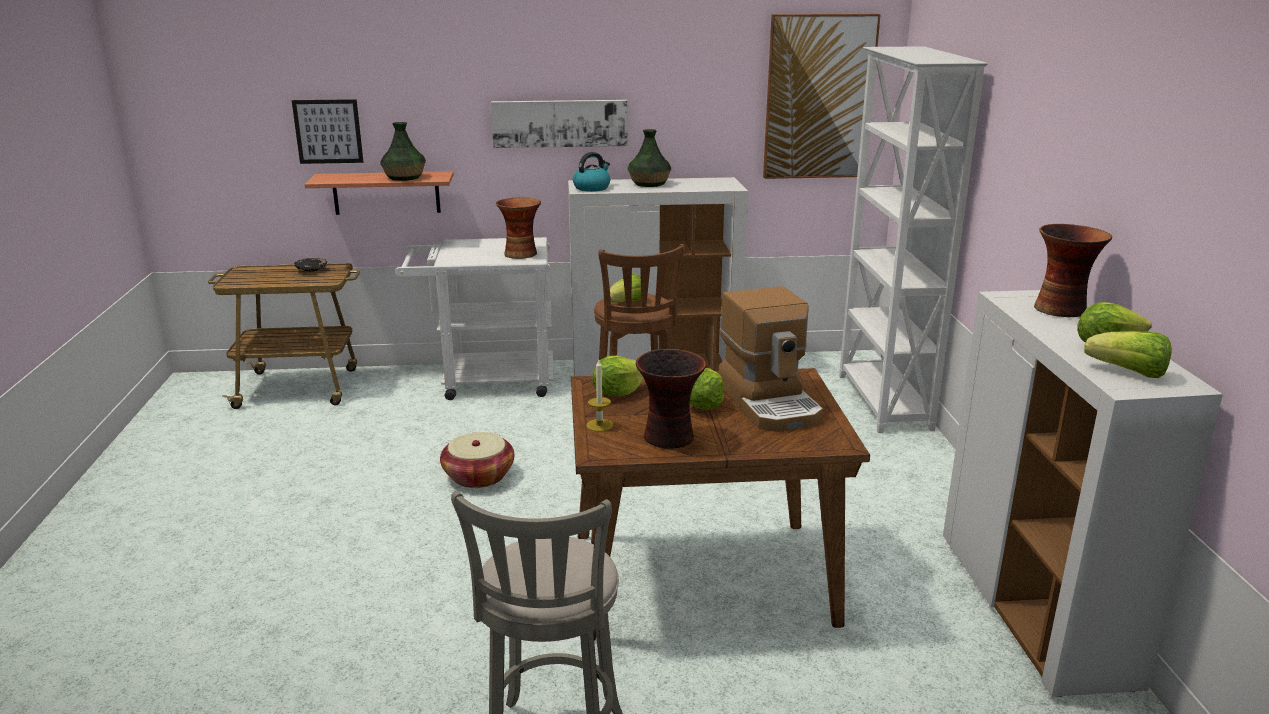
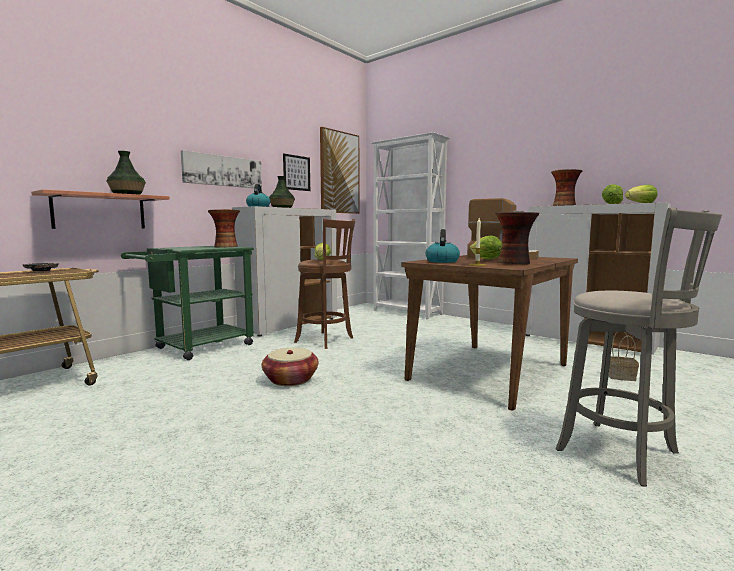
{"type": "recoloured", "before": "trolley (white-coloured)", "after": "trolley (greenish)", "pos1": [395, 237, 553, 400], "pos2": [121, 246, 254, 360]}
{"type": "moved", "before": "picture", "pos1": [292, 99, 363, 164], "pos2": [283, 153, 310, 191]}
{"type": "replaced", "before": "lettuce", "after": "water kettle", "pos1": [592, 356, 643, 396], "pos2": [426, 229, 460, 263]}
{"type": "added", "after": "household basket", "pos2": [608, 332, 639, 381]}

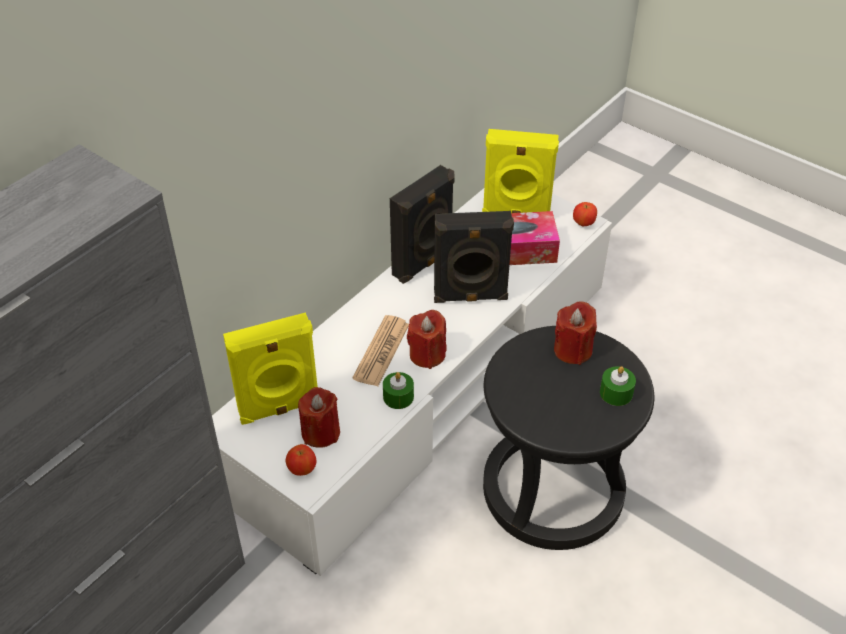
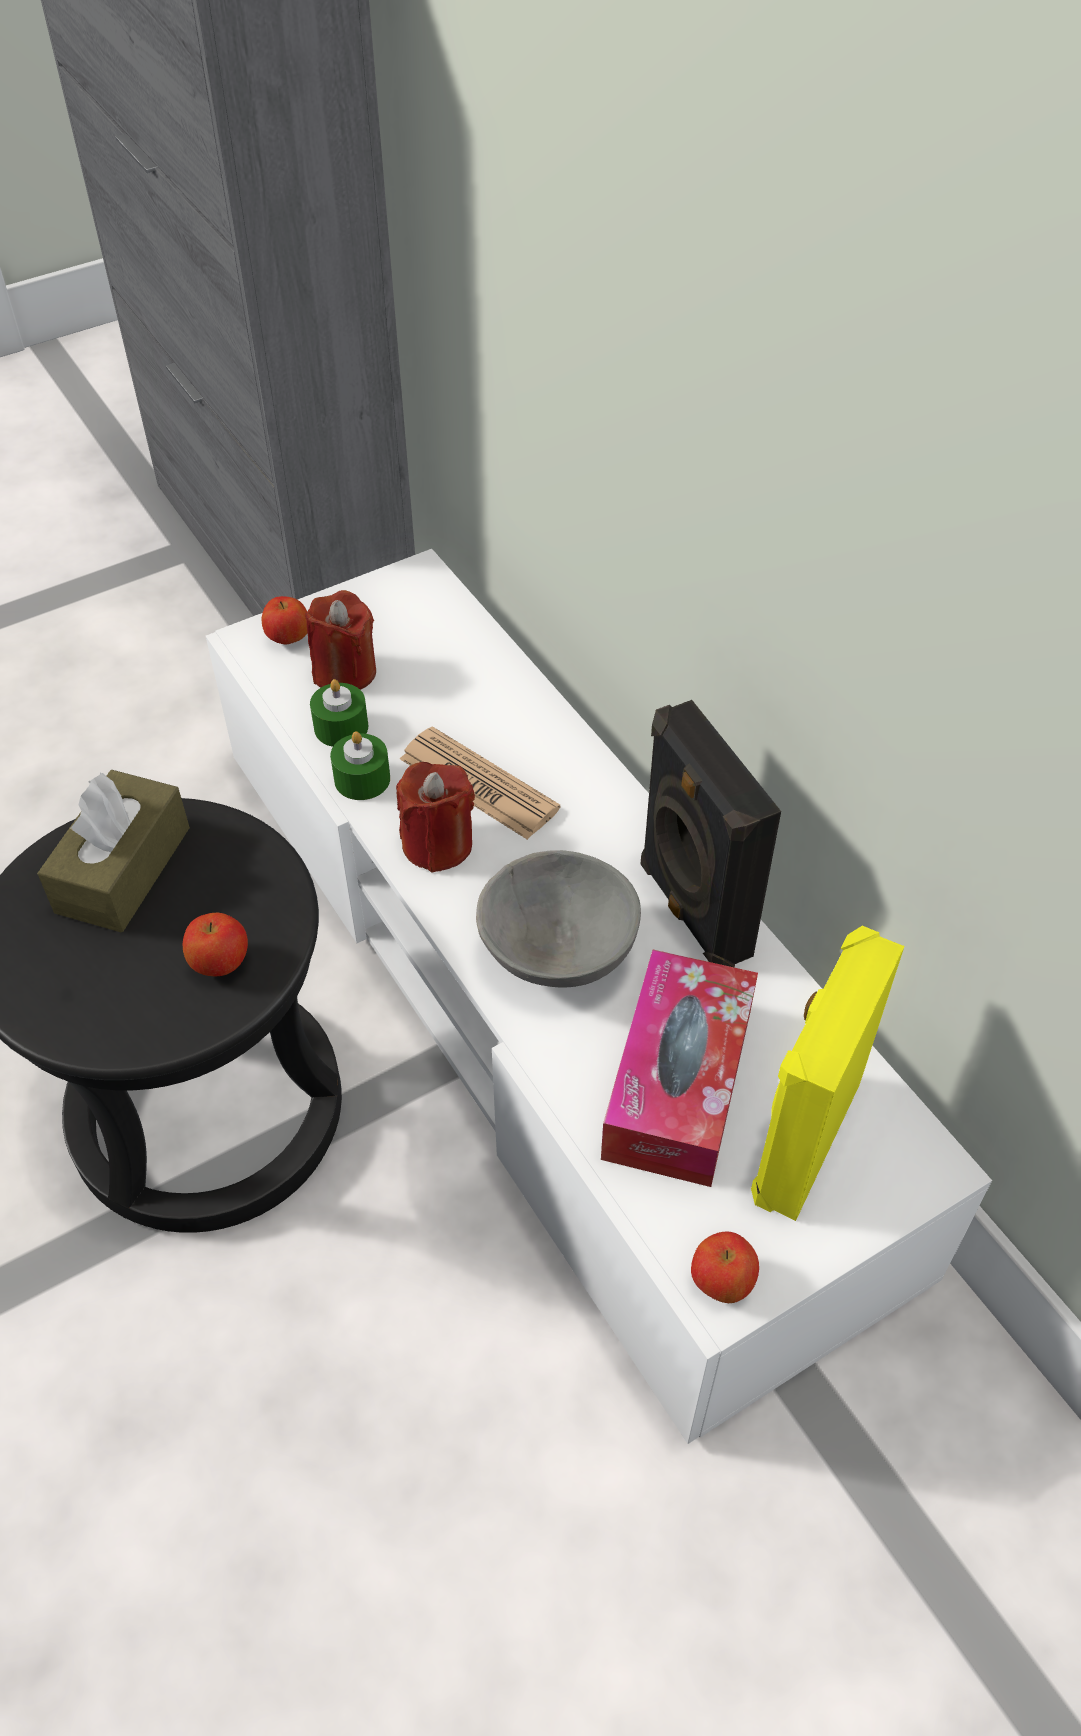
{"type": "added", "after": "tissue holder (brown)", "pos2": [37, 770, 190, 932]}
{"type": "replaced", "before": "wax light (reddish)", "after": "apple", "pos1": [554, 301, 597, 365], "pos2": [183, 913, 248, 976]}
{"type": "moved", "before": "wax light (greenish)", "pos1": [600, 366, 636, 406], "pos2": [310, 679, 368, 747]}
{"type": "replaced", "before": "speaker (black)", "after": "serving bowl (gray)", "pos1": [434, 211, 514, 303], "pos2": [476, 850, 641, 988]}
{"type": "removed", "before": "speaker (yellow-coloured)", "pos1": [223, 312, 318, 425]}

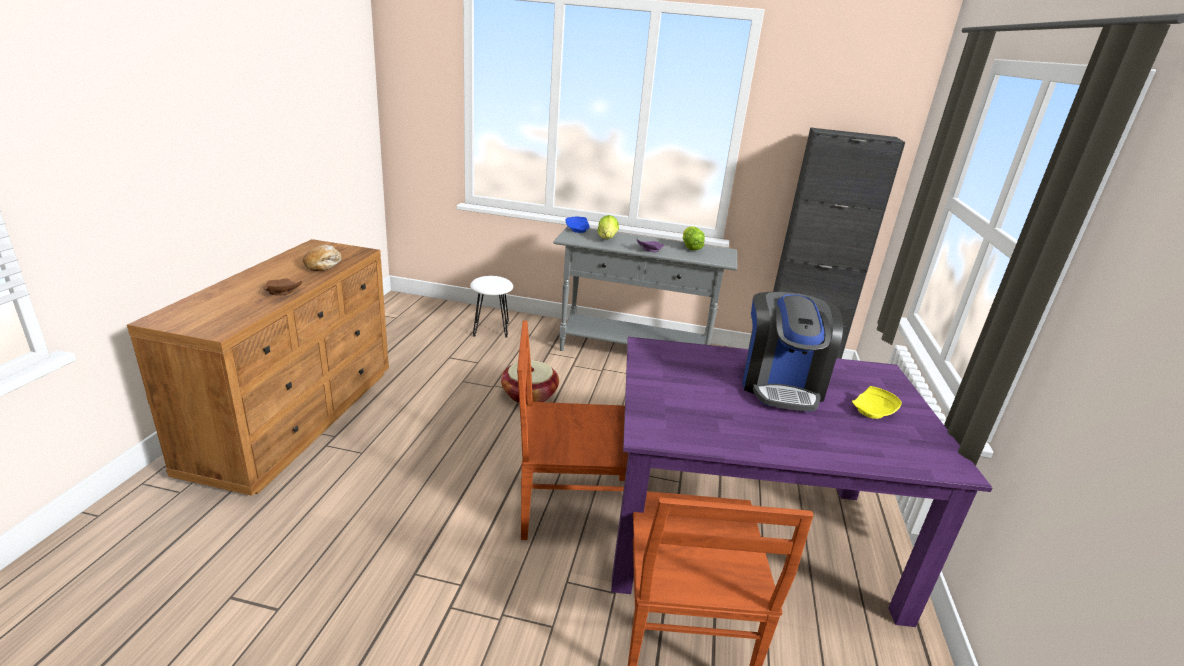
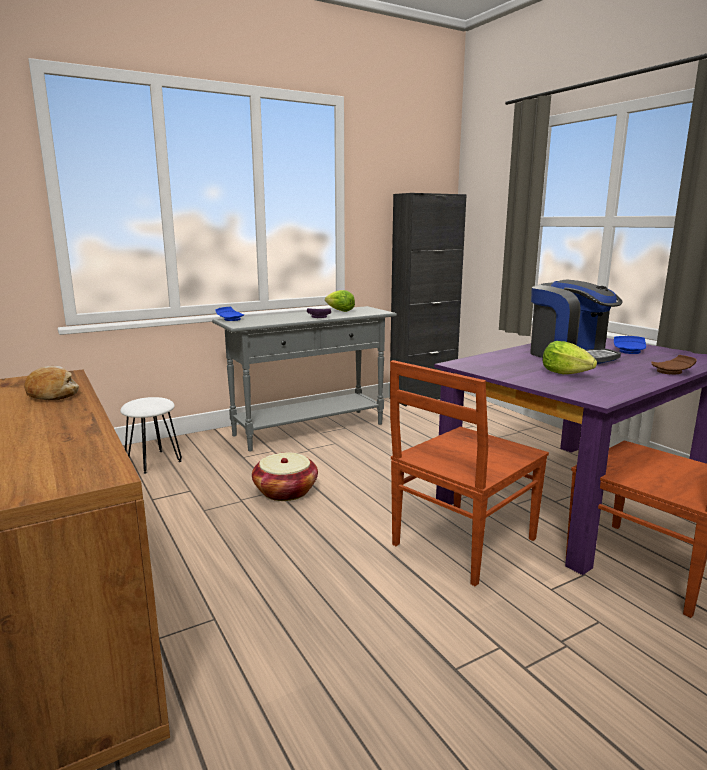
{"type": "moved", "before": "lettuce", "pos1": [597, 215, 619, 239], "pos2": [542, 341, 597, 374]}
{"type": "recoloured", "before": "dinner plate (yellow-coloured)", "after": "dinner plate (blue-coloured)", "pos1": [852, 386, 902, 419], "pos2": [614, 336, 646, 354]}
{"type": "moved", "before": "dinner plate (brown)", "pos1": [263, 278, 302, 296], "pos2": [651, 355, 697, 374]}

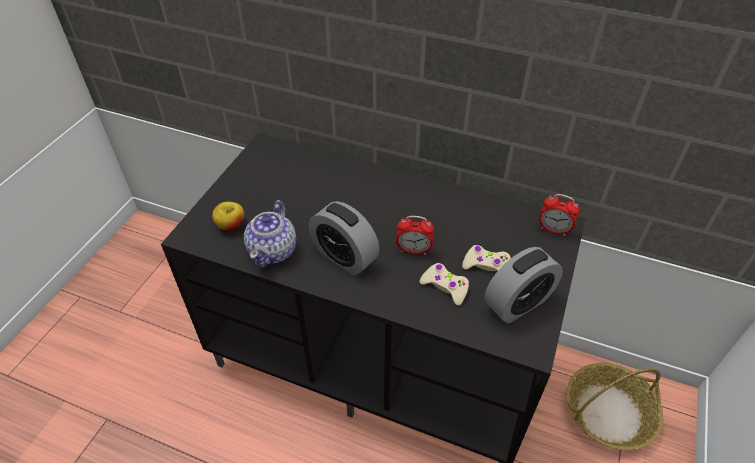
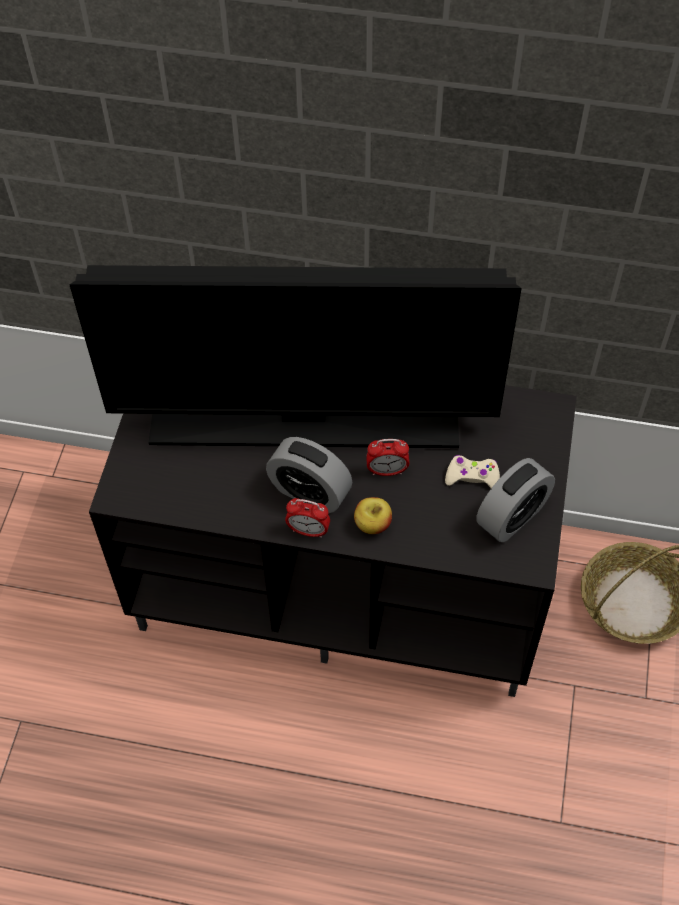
{"type": "added", "after": "television", "pos2": [69, 265, 522, 448]}
{"type": "moved", "before": "alarm clock", "pos1": [539, 194, 580, 236], "pos2": [285, 498, 330, 538]}
{"type": "moved", "before": "apple", "pos1": [212, 202, 244, 231], "pos2": [354, 497, 392, 534]}
{"type": "removed", "before": "teapot", "pos1": [244, 200, 296, 267]}
{"type": "removed", "before": "joypad (beige-coloured)", "pos1": [419, 263, 470, 306]}

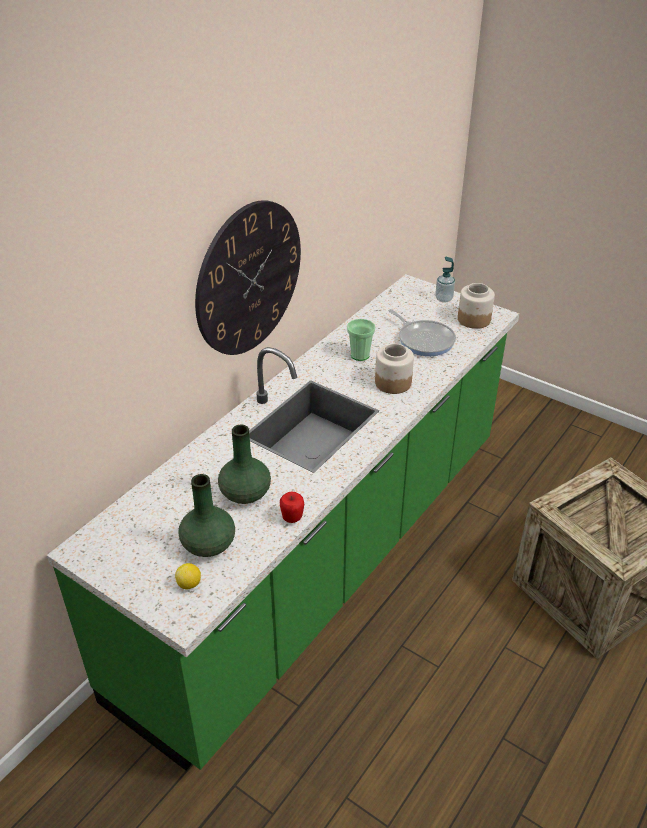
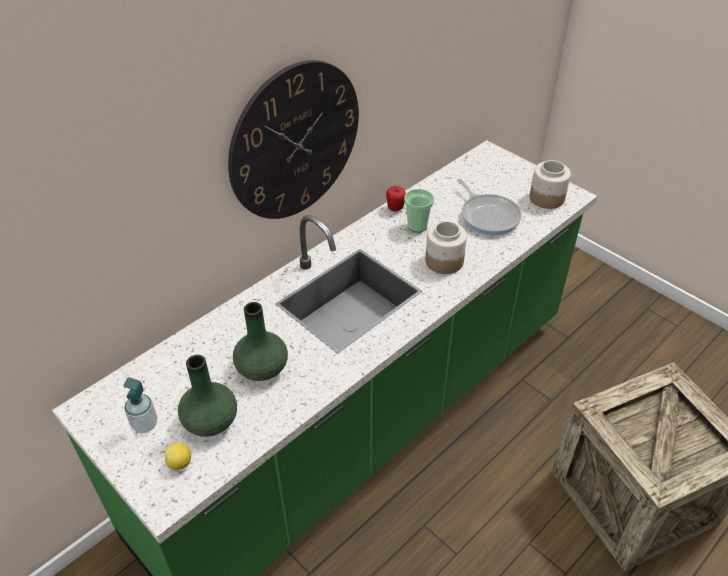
{"type": "moved", "before": "liquid soap bottle", "pos1": [435, 257, 455, 303], "pos2": [124, 377, 157, 433]}
{"type": "moved", "before": "apple", "pos1": [280, 491, 304, 523], "pos2": [386, 186, 406, 211]}

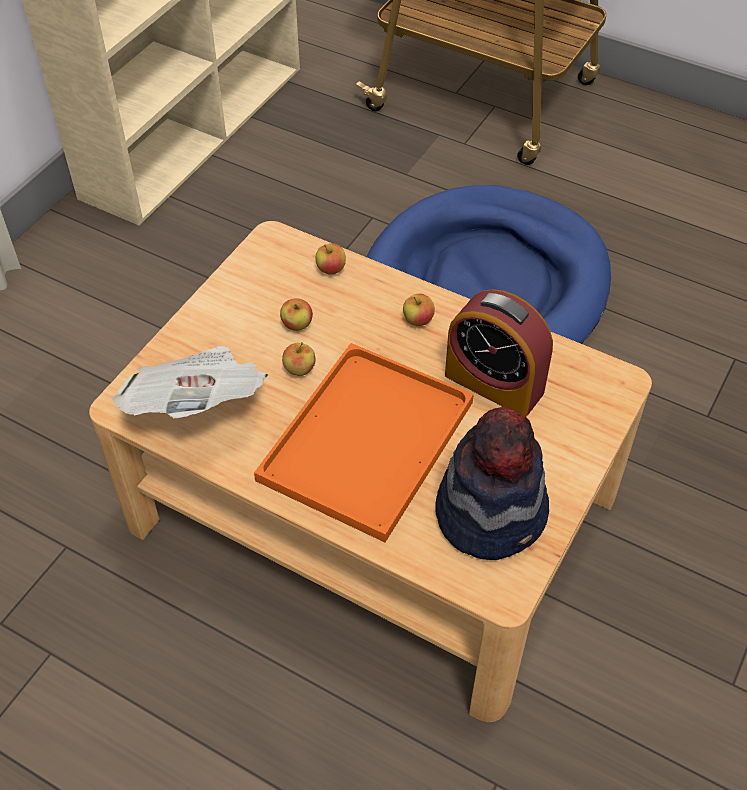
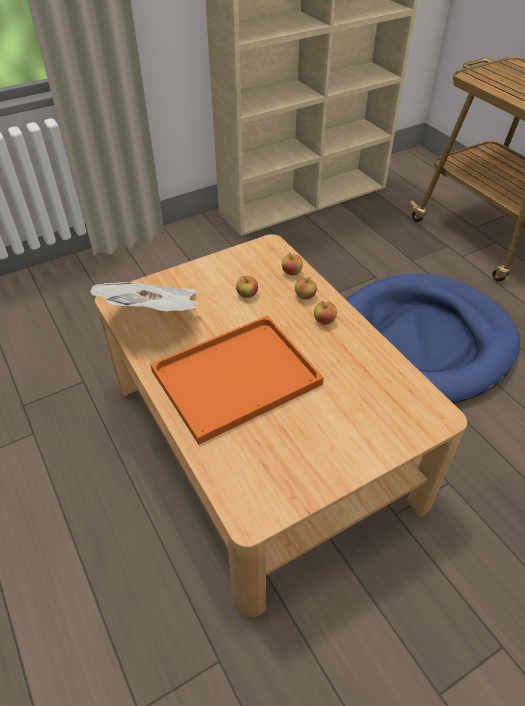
{"type": "moved", "before": "apple", "pos1": [282, 342, 316, 376], "pos2": [295, 277, 317, 300]}
{"type": "removed", "before": "clothing hat", "pos1": [435, 407, 549, 560]}
{"type": "removed", "before": "alarm clock", "pos1": [445, 289, 553, 417]}

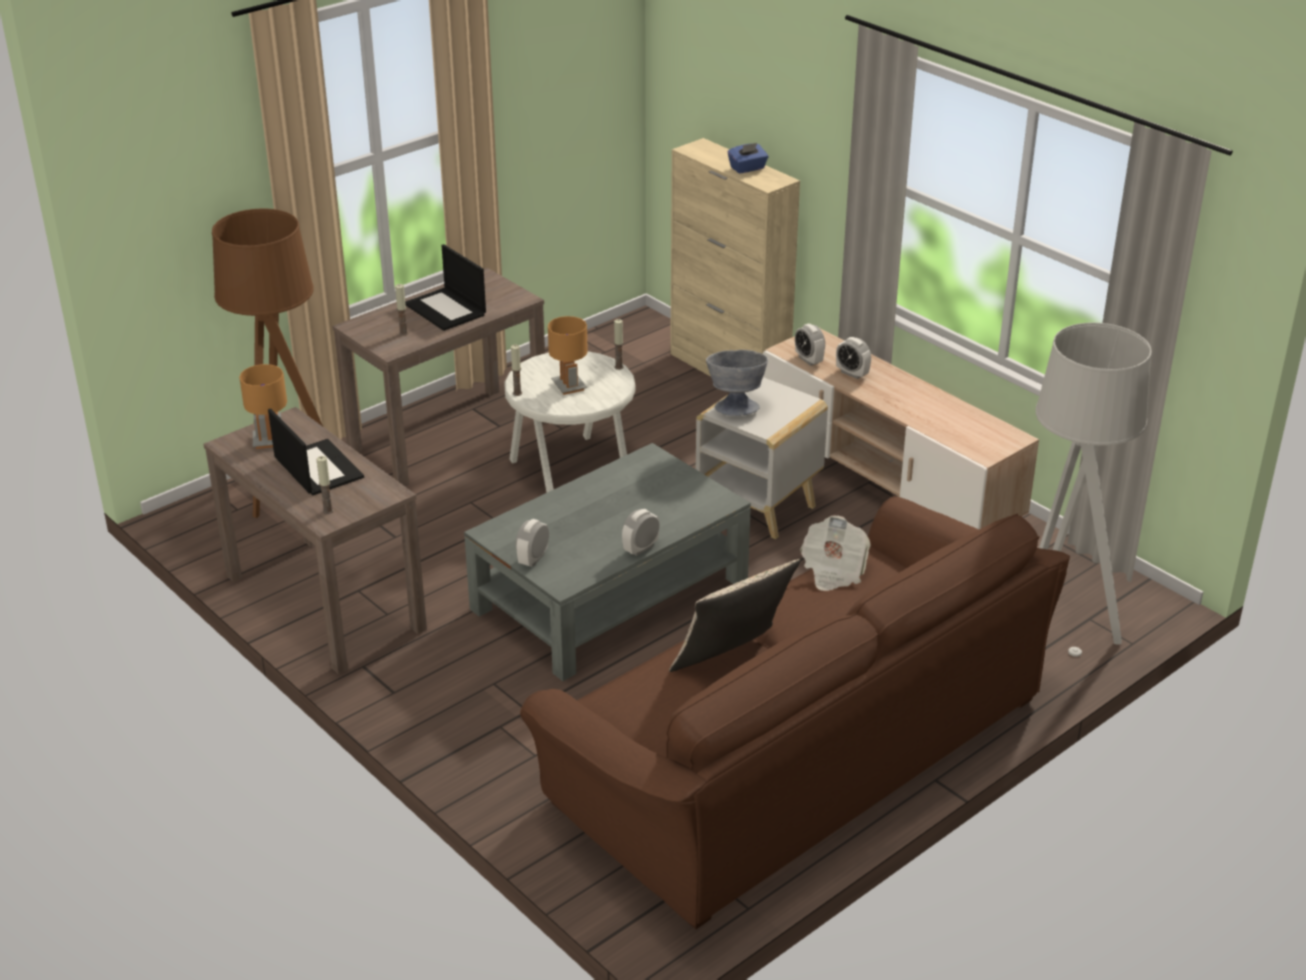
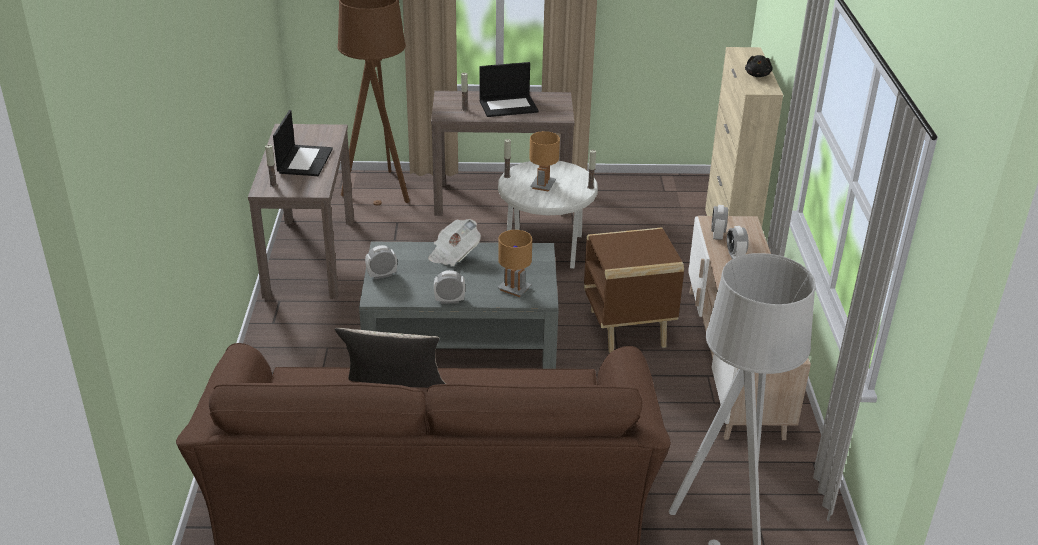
{"type": "moved", "before": "printed paper", "pos1": [800, 515, 871, 591], "pos2": [428, 219, 481, 266]}
{"type": "turned", "before": "portable computer", "pos1": [405, 244, 486, 331], "pos2": [480, 62, 539, 117], "turn": -105}
{"type": "moved", "before": "tabletop lamp (brown)", "pos1": [239, 364, 287, 449], "pos2": [497, 230, 532, 297]}
{"type": "recoloured", "before": "end table (white-coloured)", "after": "end table (brown)", "pos1": [696, 377, 828, 539], "pos2": [584, 227, 684, 353]}
{"type": "replaced", "before": "tissue holder (blue-coloured)", "after": "cuddly toy (black)", "pos1": [728, 143, 768, 174], "pos2": [745, 55, 773, 77]}
{"type": "removed", "before": "serving bowl (gray)", "pos1": [706, 350, 768, 416]}

